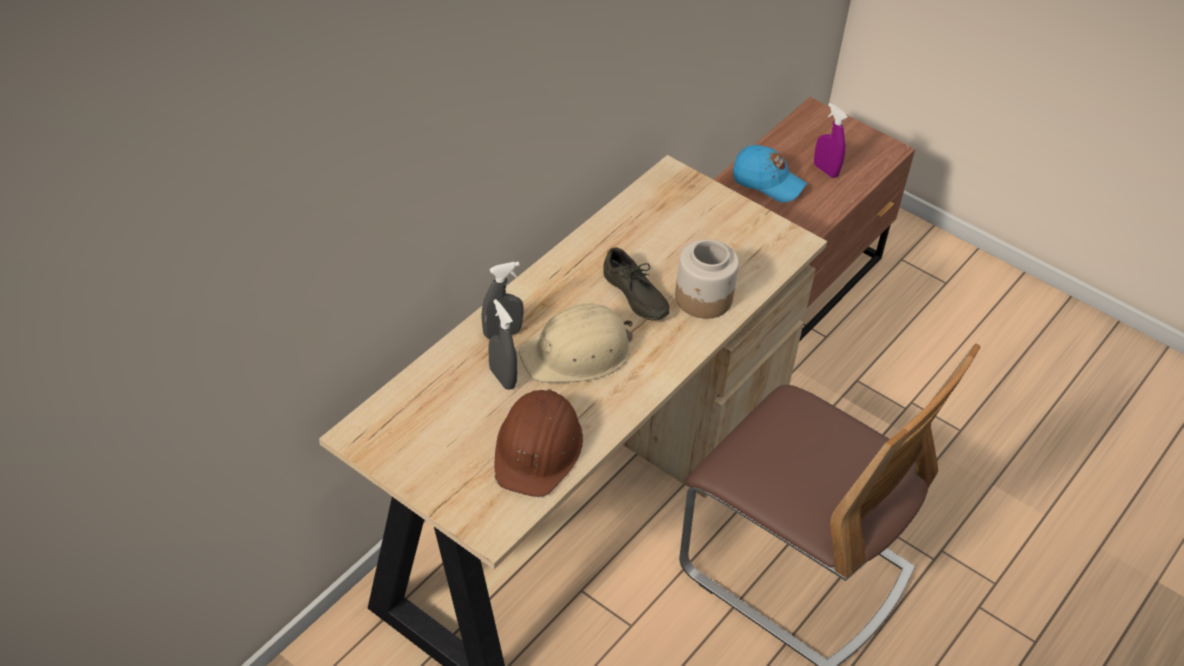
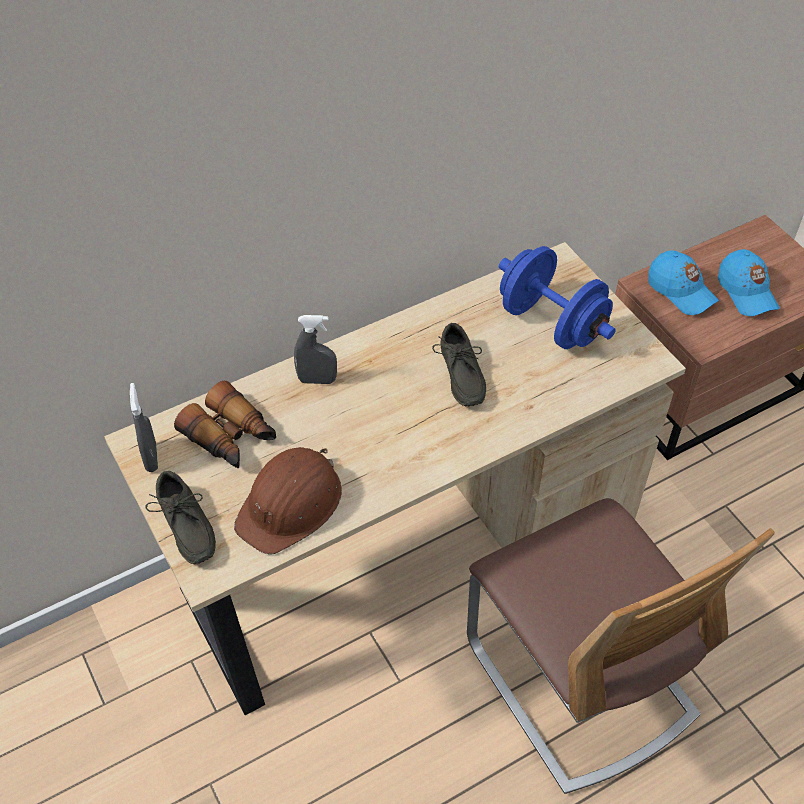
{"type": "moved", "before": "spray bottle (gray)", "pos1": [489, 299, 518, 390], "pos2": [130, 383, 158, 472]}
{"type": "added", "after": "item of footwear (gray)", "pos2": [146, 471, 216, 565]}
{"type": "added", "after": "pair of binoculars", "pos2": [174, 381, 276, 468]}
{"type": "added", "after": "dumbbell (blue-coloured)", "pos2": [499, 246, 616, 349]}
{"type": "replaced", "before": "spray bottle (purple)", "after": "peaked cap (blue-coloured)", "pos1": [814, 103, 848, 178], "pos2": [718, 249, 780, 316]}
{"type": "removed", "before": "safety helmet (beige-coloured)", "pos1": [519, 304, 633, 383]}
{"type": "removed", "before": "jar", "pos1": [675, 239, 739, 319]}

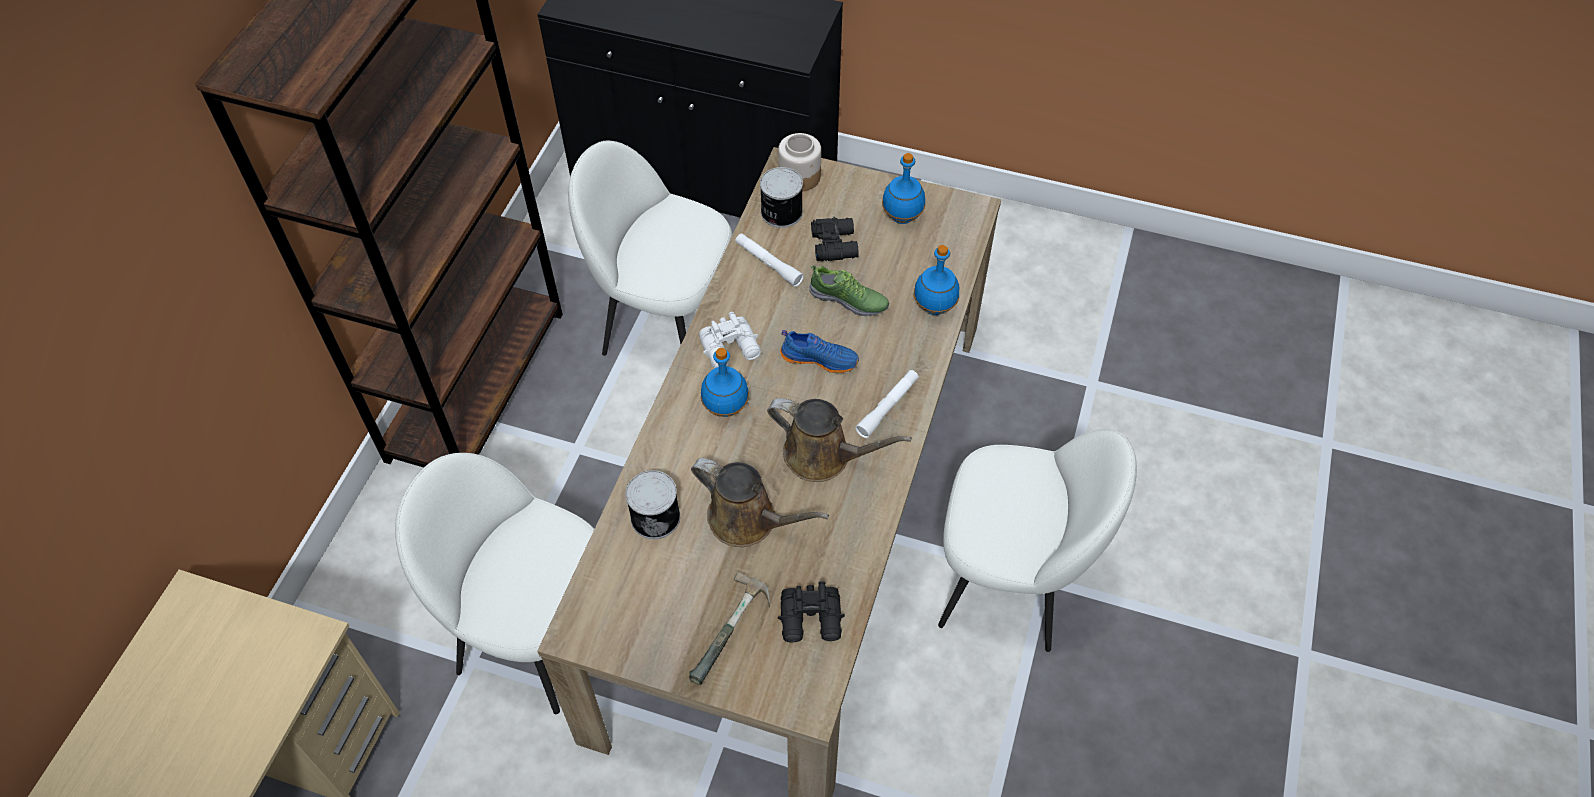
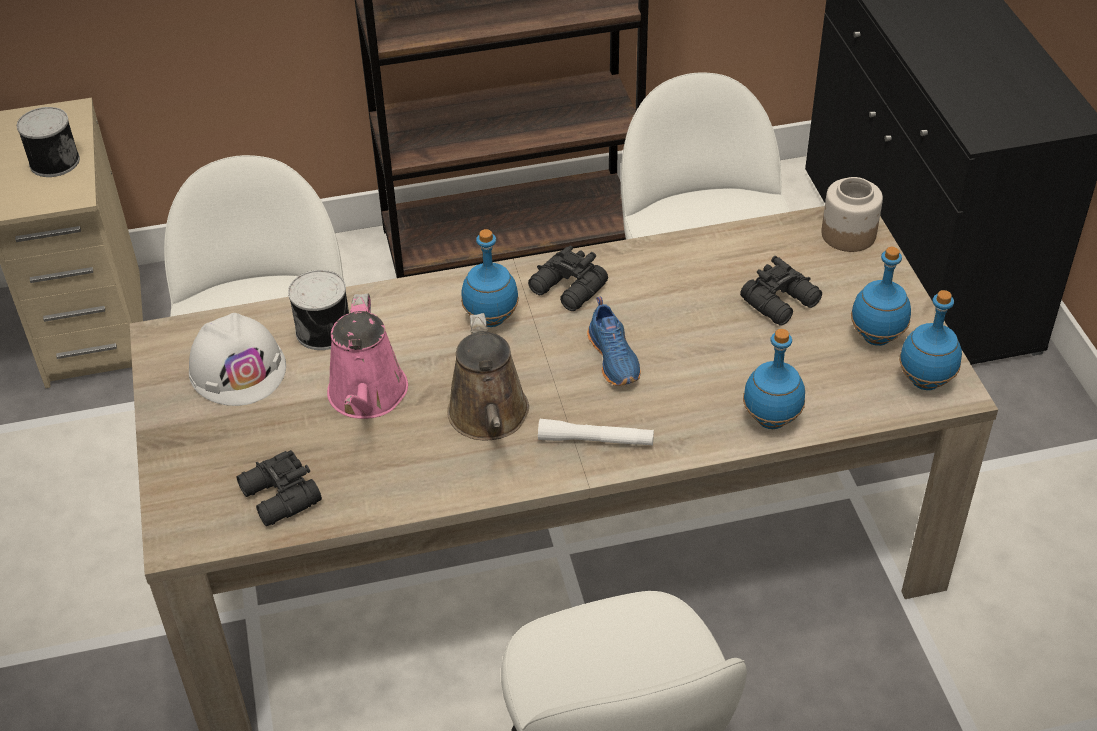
{"type": "moved", "before": "metal can", "pos1": [760, 167, 803, 228], "pos2": [17, 107, 80, 177]}
{"type": "added", "after": "safety helmet (white-coloured)", "pos2": [189, 313, 286, 406]}
{"type": "recoloured", "before": "watering can (brown)", "after": "watering can (pinkish)", "pos1": [691, 458, 829, 547], "pos2": [327, 294, 408, 419]}
{"type": "recoloured", "before": "pair of binoculars (white-coloured)", "after": "pair of binoculars (black)", "pos1": [699, 312, 761, 369], "pos2": [528, 246, 608, 311]}
{"type": "added", "after": "beverage bottle (blue-coloured)", "pos2": [899, 290, 962, 390]}
{"type": "removed", "before": "hand hammer", "pos1": [689, 571, 770, 685]}
{"type": "removed", "before": "flashlight (white-coloured)", "pos1": [736, 233, 804, 287]}
{"type": "removed", "before": "item of footwear", "pos1": [809, 265, 889, 316]}

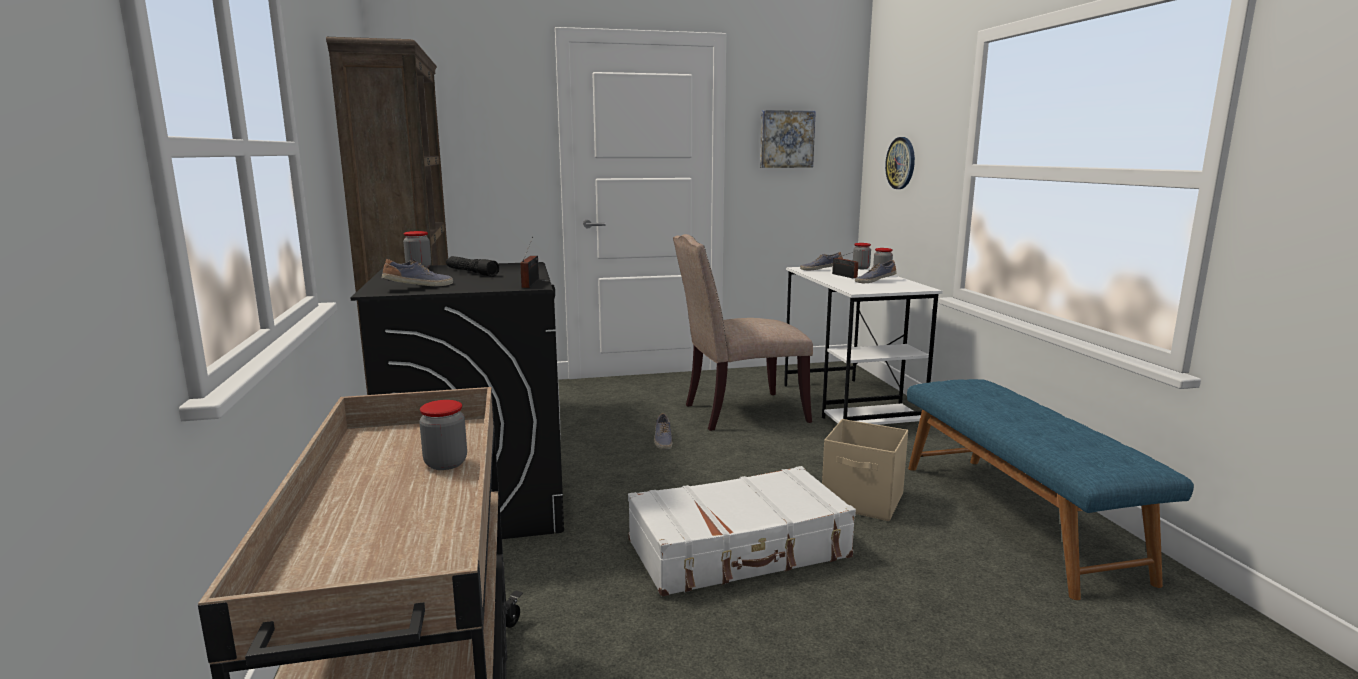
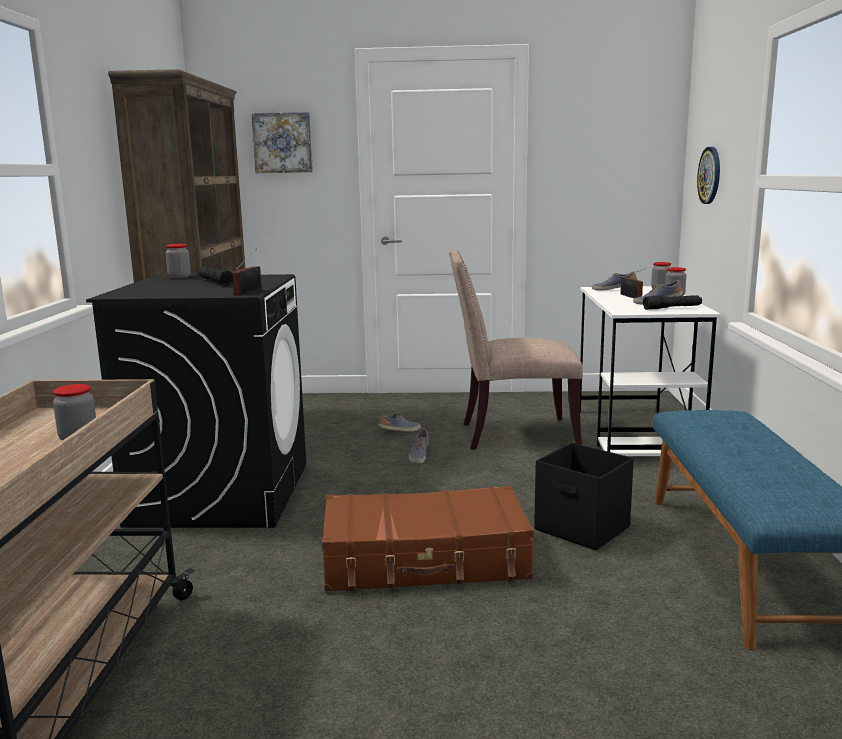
{"type": "moved", "before": "picture", "pos1": [760, 110, 816, 168], "pos2": [251, 112, 313, 173]}
{"type": "recoloured", "before": "suitcase (white-coloured)", "after": "suitcase (brown)", "pos1": [628, 466, 856, 596], "pos2": [322, 486, 534, 592]}
{"type": "moved", "before": "item of footwear", "pos1": [382, 259, 453, 286], "pos2": [379, 414, 421, 432]}
{"type": "recoloured", "before": "storage box (beige-coloured)", "after": "storage box (black)", "pos1": [822, 419, 908, 521], "pos2": [534, 443, 634, 551]}
{"type": "added", "after": "flashlight (black)", "pos2": [643, 295, 702, 310]}

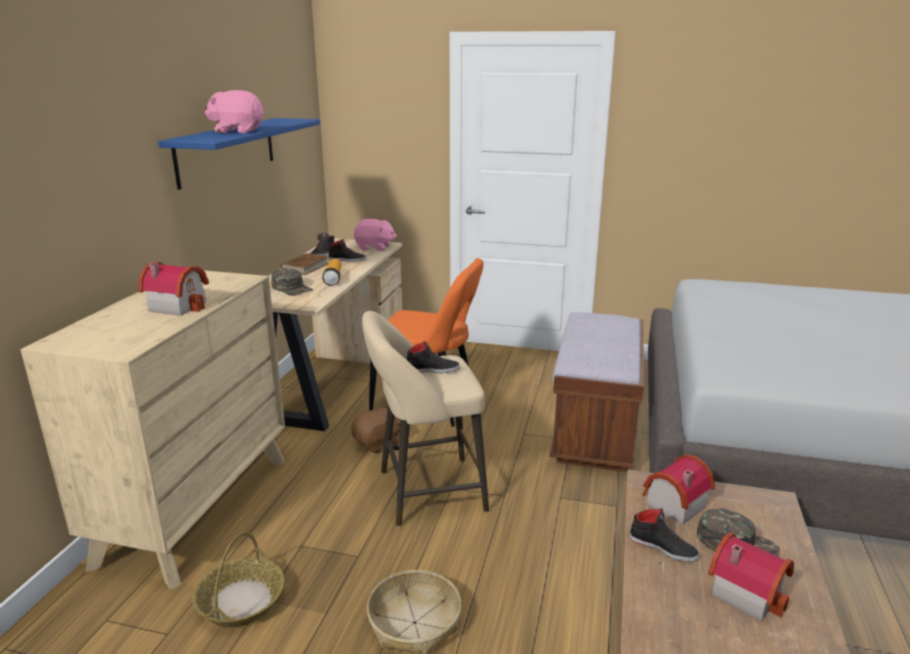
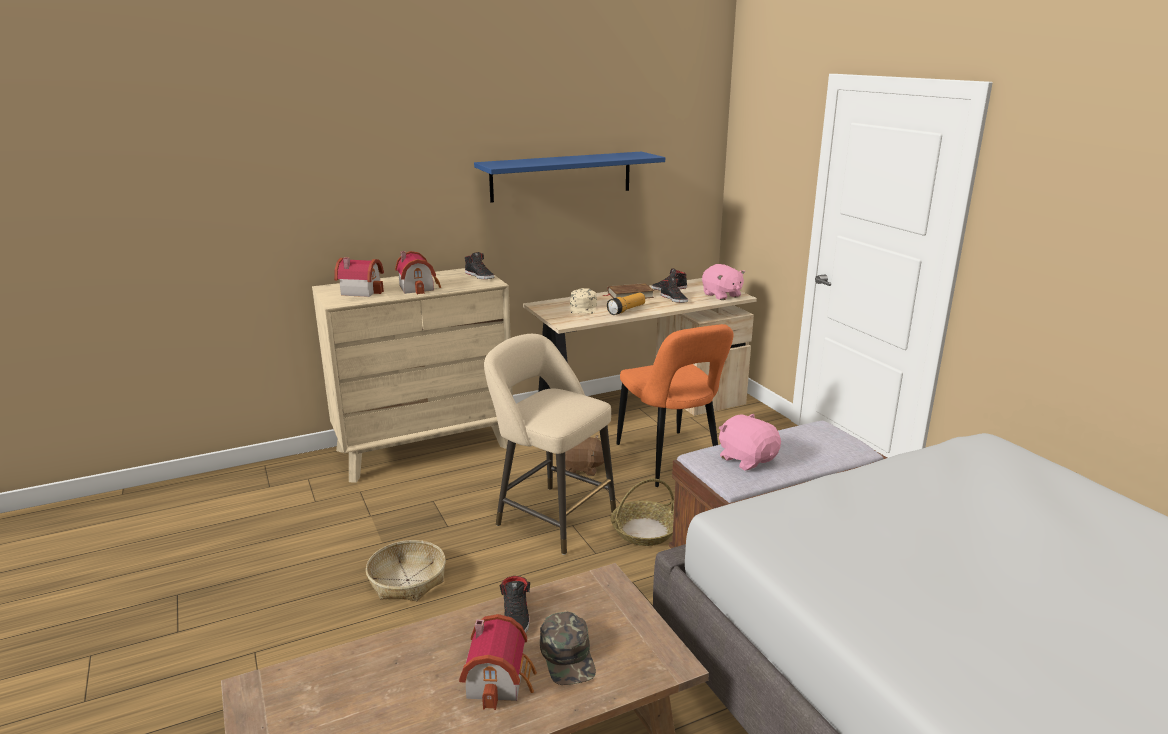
{"type": "moved", "before": "toy house", "pos1": [642, 454, 715, 525], "pos2": [334, 257, 384, 297]}
{"type": "moved", "before": "item of footwear (black)", "pos1": [407, 341, 460, 373], "pos2": [465, 252, 494, 279]}
{"type": "recoloured", "before": "peaked cap (greenish)", "after": "peaked cap (beige-coloured)", "pos1": [271, 268, 313, 296], "pos2": [570, 288, 597, 314]}
{"type": "moved", "before": "household basket", "pos1": [192, 532, 284, 627], "pos2": [611, 478, 674, 546]}
{"type": "moved", "before": "cuddly toy (pinkish)", "pos1": [205, 90, 264, 133], "pos2": [719, 414, 781, 471]}

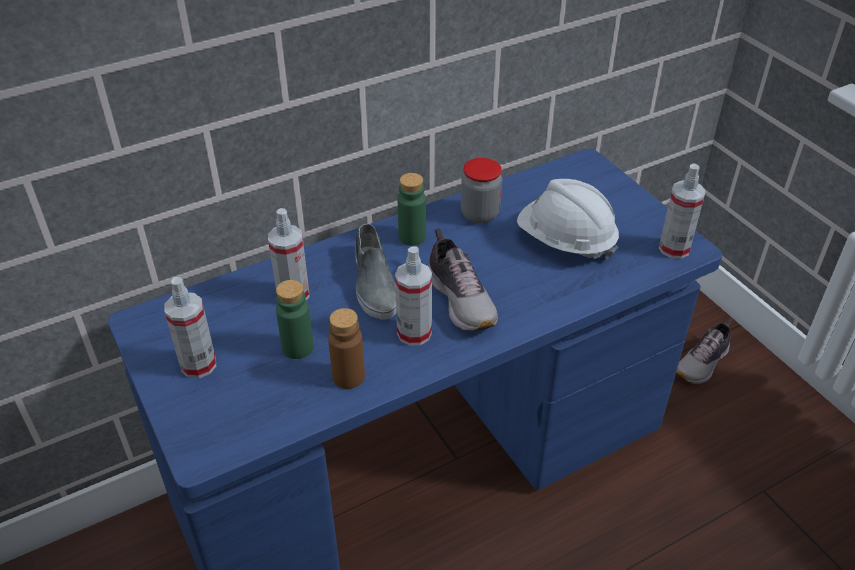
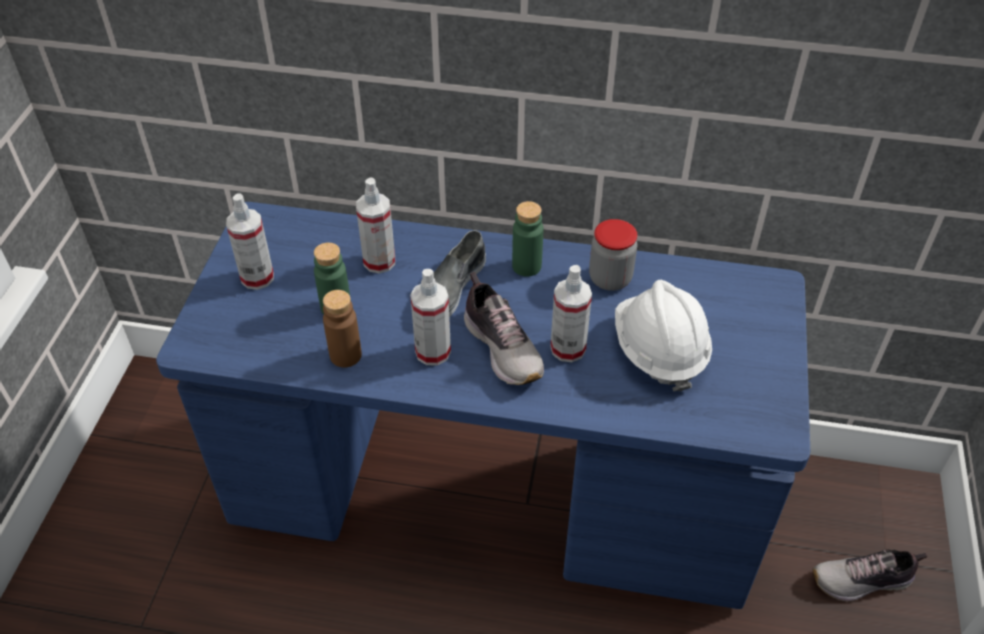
{"type": "turned", "before": "item of footwear", "pos1": [428, 229, 498, 331], "pos2": [464, 272, 544, 385], "turn": -45}
{"type": "moved", "before": "spray bottle", "pos1": [659, 164, 706, 259], "pos2": [550, 265, 592, 362]}

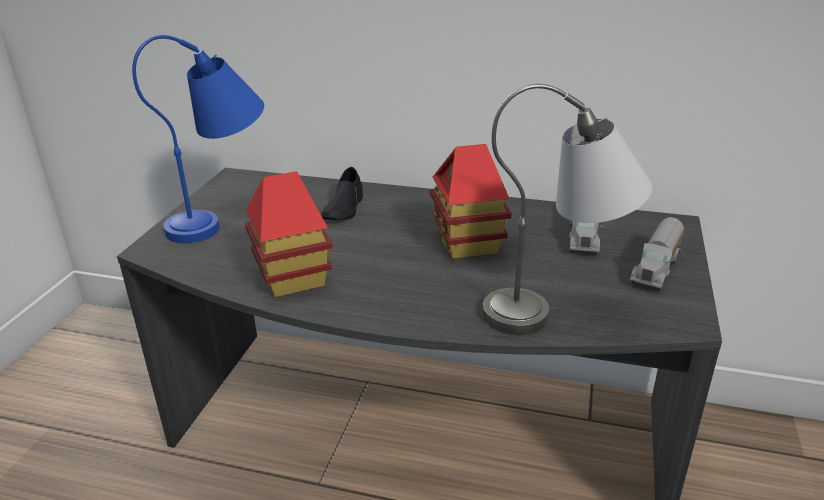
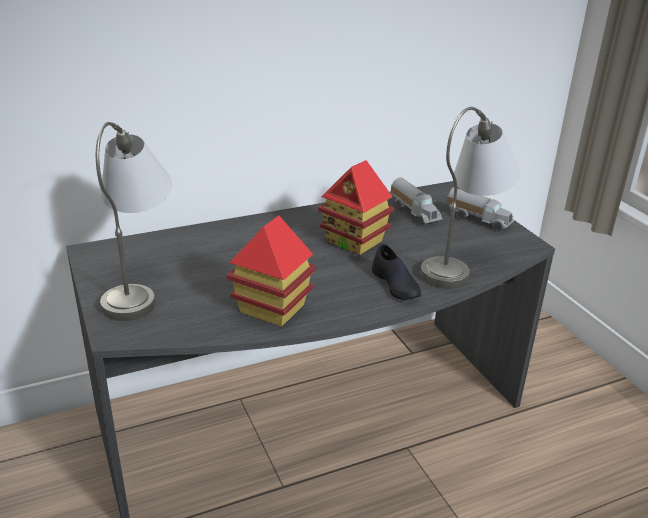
{"type": "recoloured", "before": "tabletop lamp (blue-coloured)", "after": "tabletop lamp (gray)", "pos1": [132, 35, 264, 243], "pos2": [96, 122, 172, 321]}
{"type": "moved", "before": "item of footwear (black)", "pos1": [321, 167, 363, 220], "pos2": [372, 244, 421, 300]}
{"type": "turned", "before": "toy truck", "pos1": [630, 217, 685, 291], "pos2": [447, 187, 514, 231], "turn": -45}

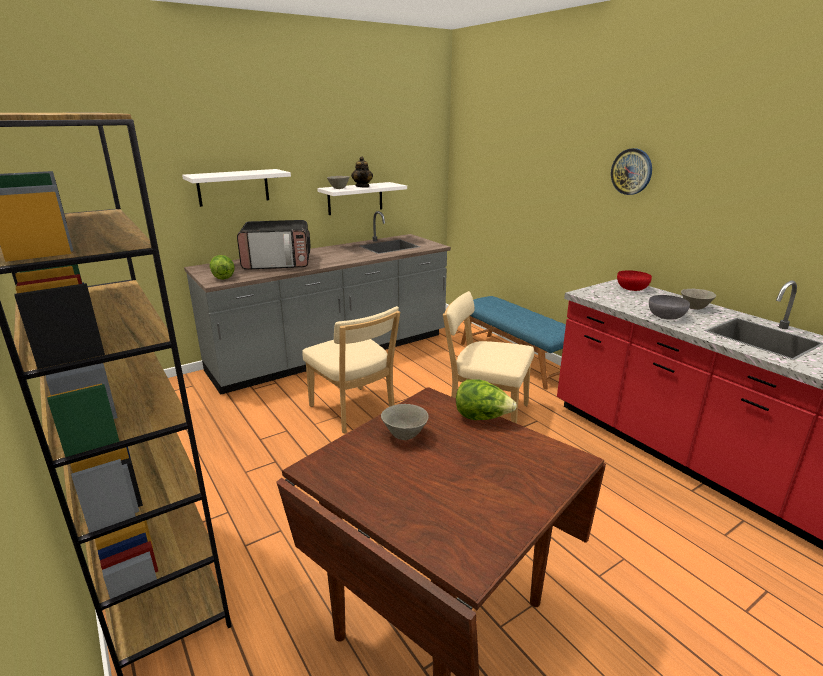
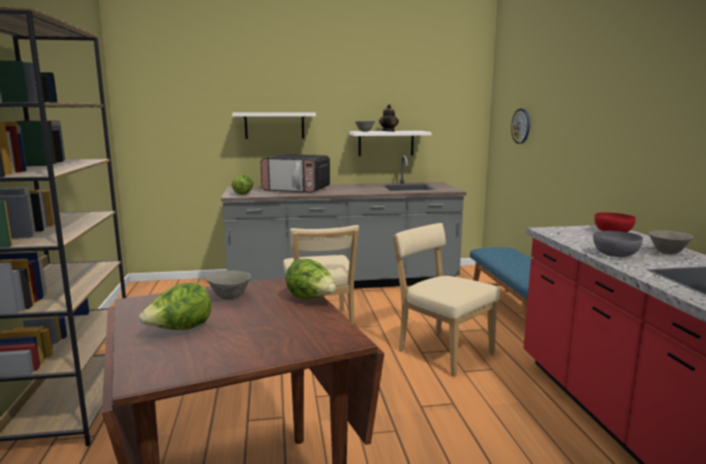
{"type": "added", "after": "lettuce", "pos2": [139, 283, 211, 330]}
{"type": "moved", "before": "hanging clock", "pos1": [611, 148, 652, 195], "pos2": [511, 108, 530, 144]}

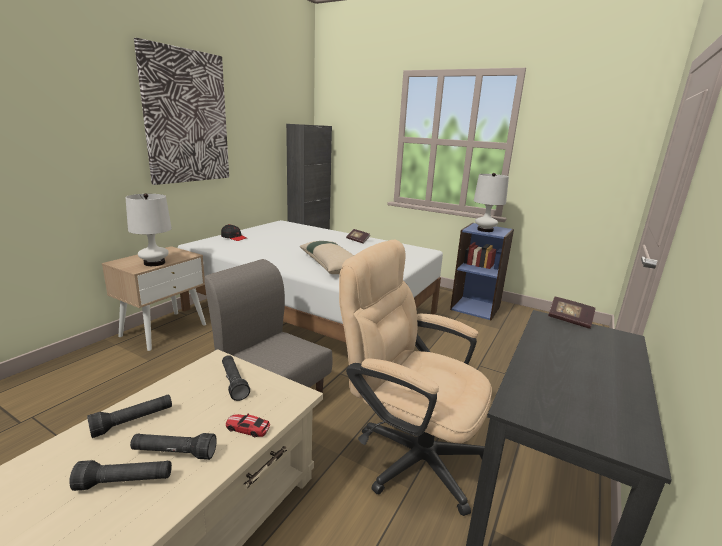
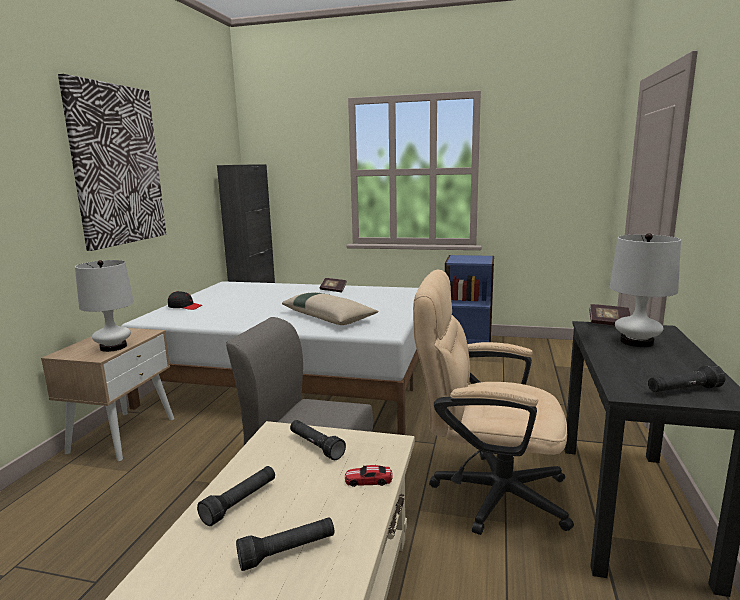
{"type": "moved", "before": "tabletop lamp (white-coloured)", "pos1": [474, 173, 509, 232], "pos2": [610, 233, 681, 347]}
{"type": "moved", "before": "flashlight (black)", "pos1": [130, 433, 217, 460], "pos2": [648, 365, 725, 392]}

